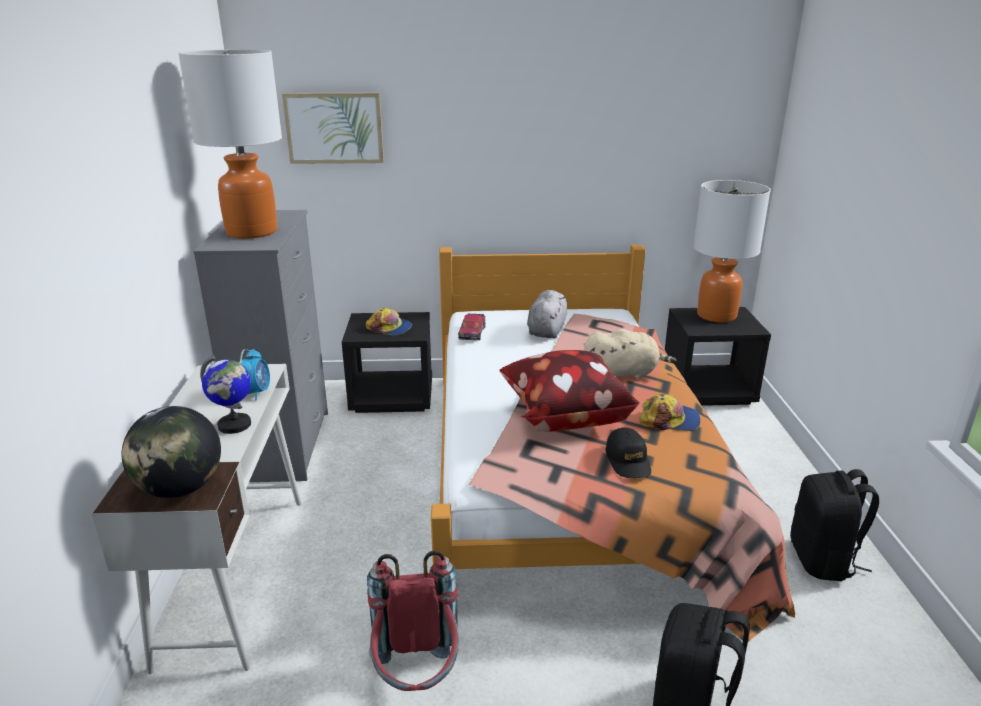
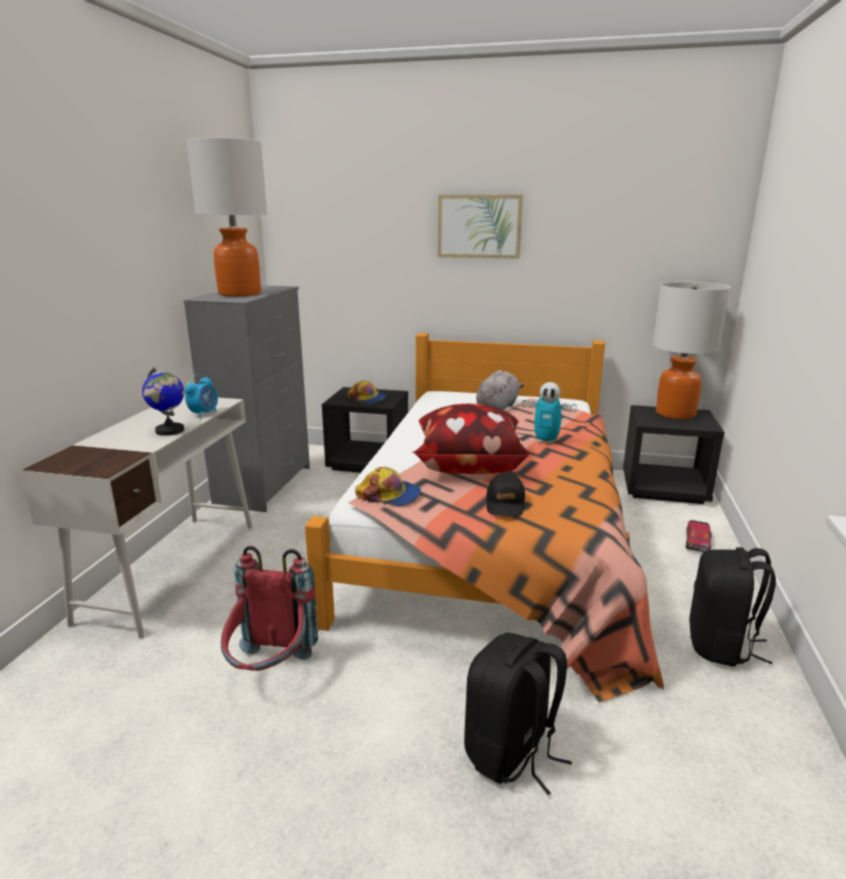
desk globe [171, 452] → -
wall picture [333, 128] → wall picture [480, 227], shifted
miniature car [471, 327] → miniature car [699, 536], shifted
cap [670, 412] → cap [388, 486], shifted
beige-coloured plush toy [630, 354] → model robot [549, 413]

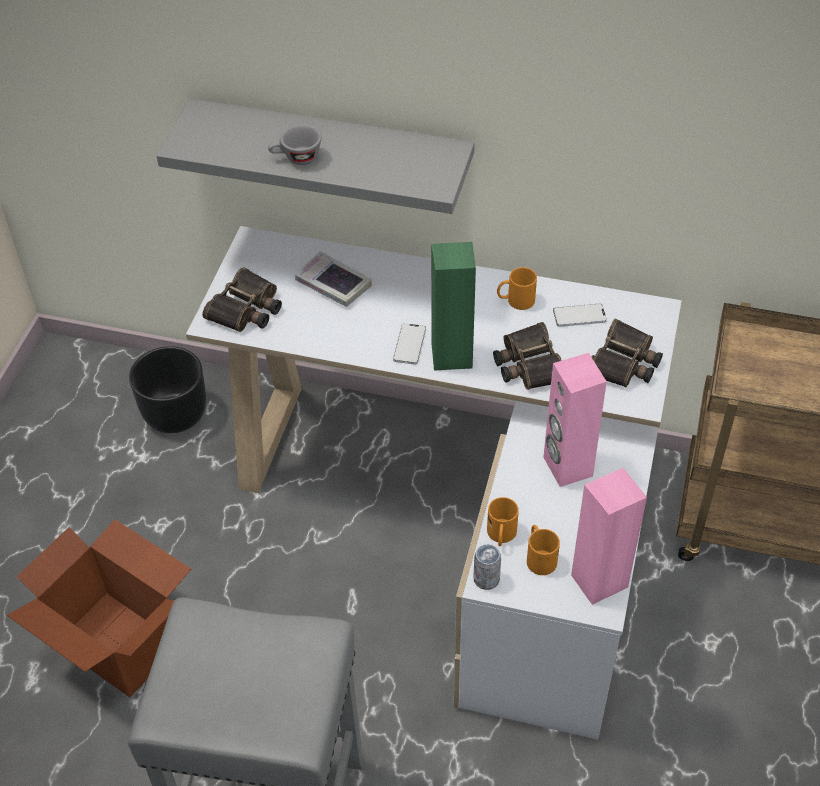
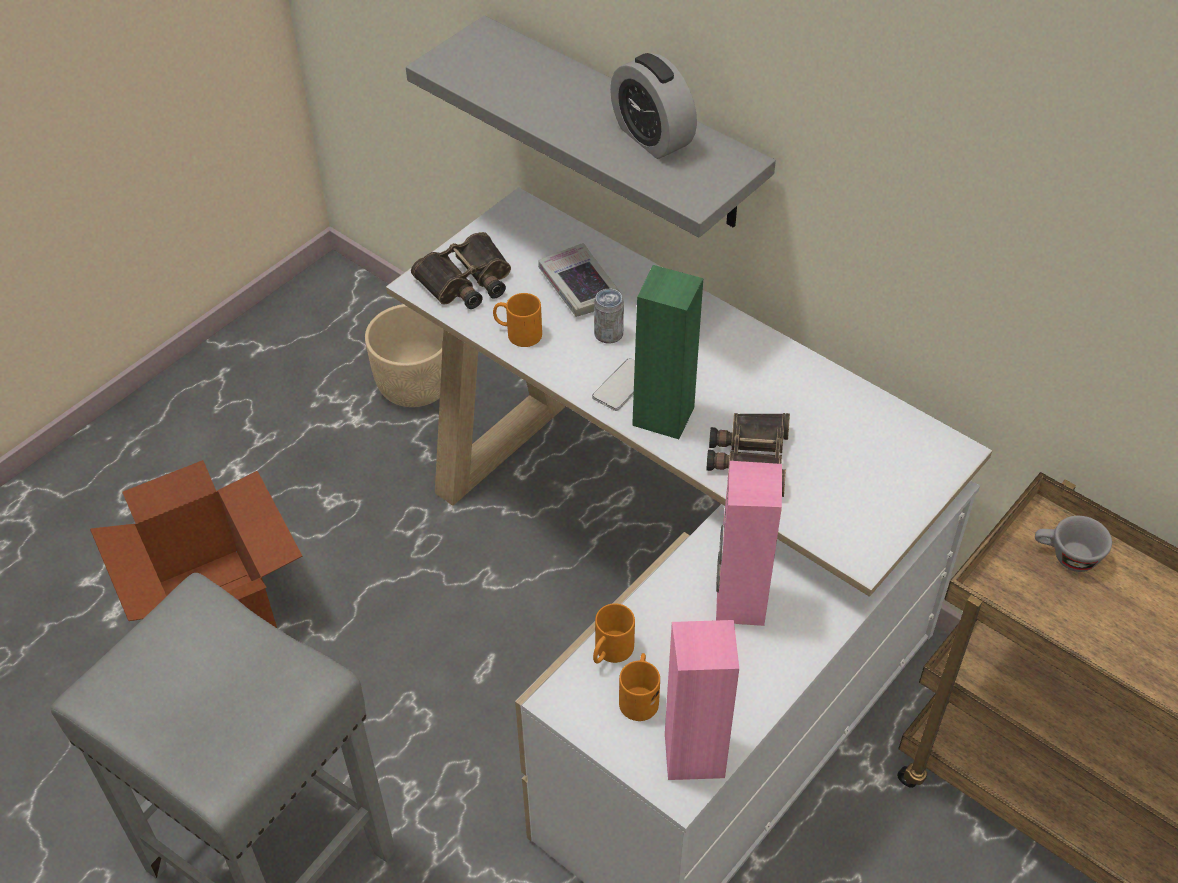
telephone [580, 315] → -
pair of binoculars [627, 353] → -
- → bedside clock [653, 106]
gray cup [294, 144] → gray cup [1073, 544], shifted
sealed can [487, 567] → sealed can [609, 316], shifted
orange mug [517, 288] → orange mug [517, 320], shifted
blackish planter [167, 389] → beige-coloured planter [404, 355]

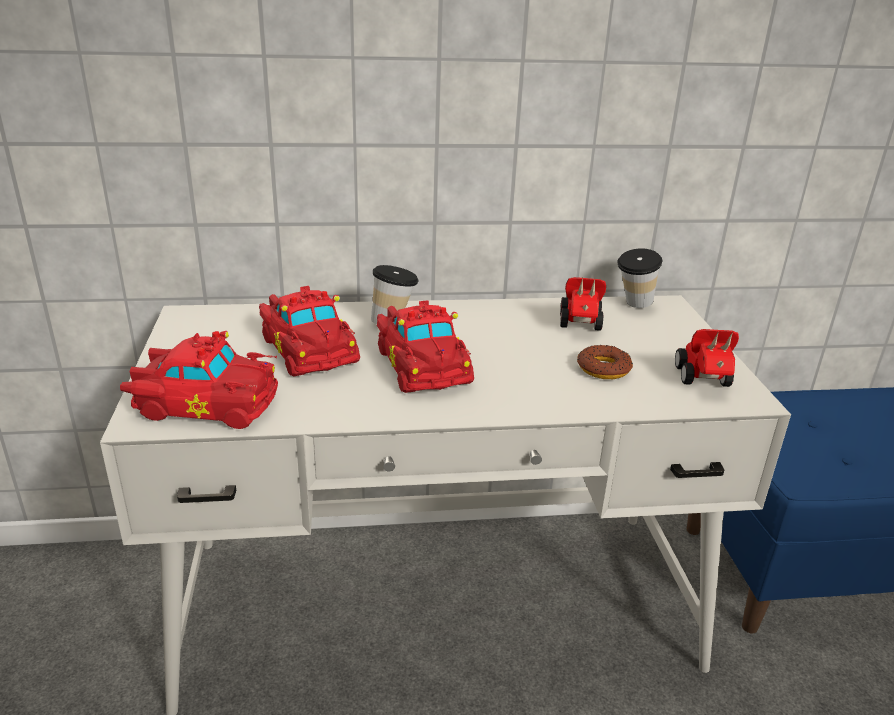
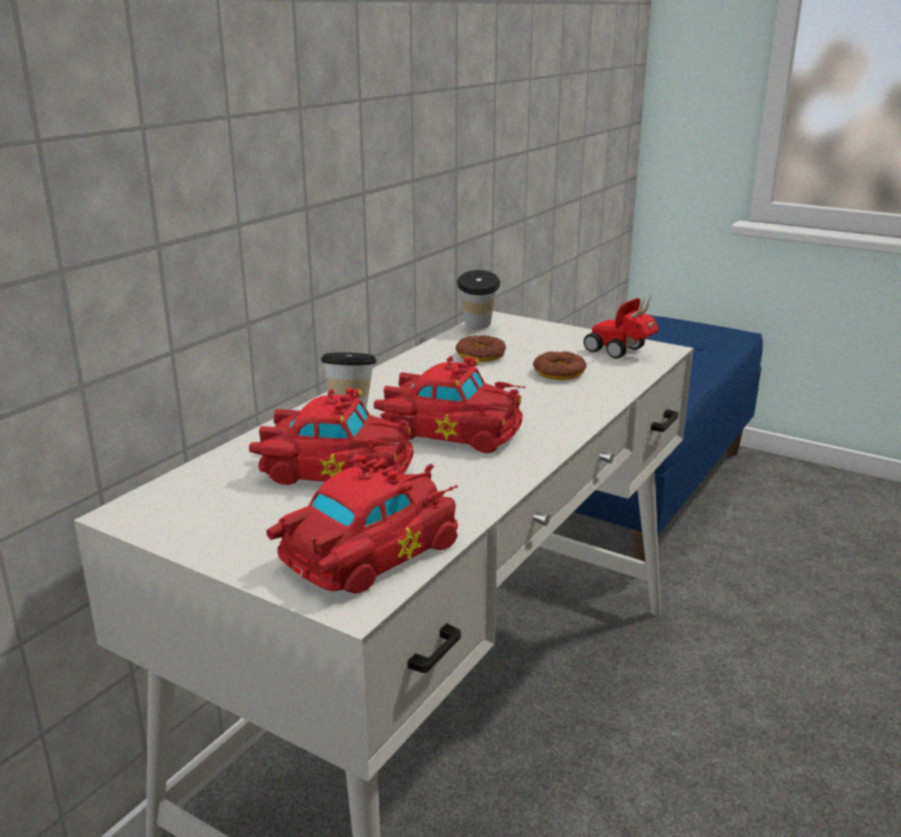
miniature car [583, 304] → doughnut [480, 348]

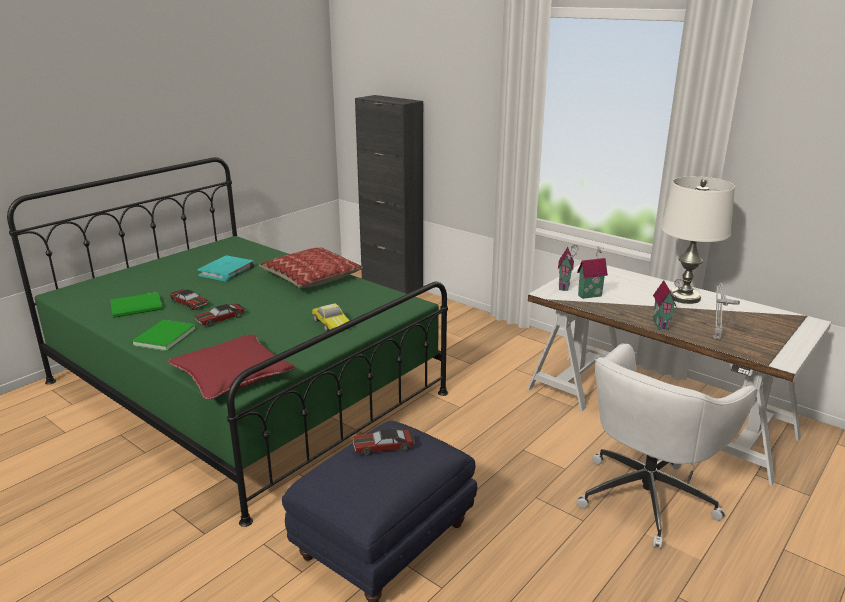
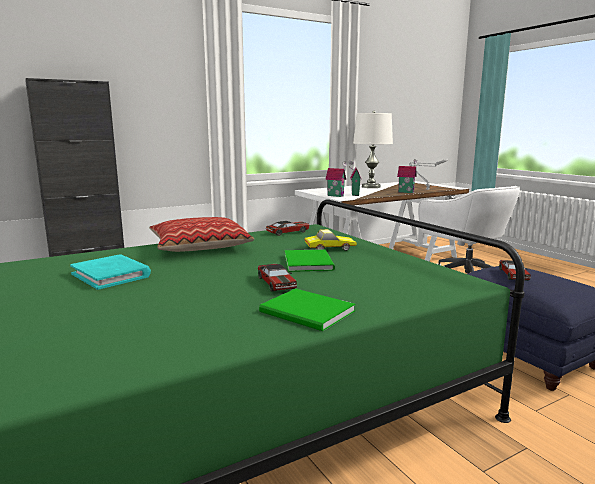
red pillow [232, 367] → -
greenish book [136, 305] → greenish book [310, 260], shifted
miniature car [189, 299] → miniature car [288, 228], shifted

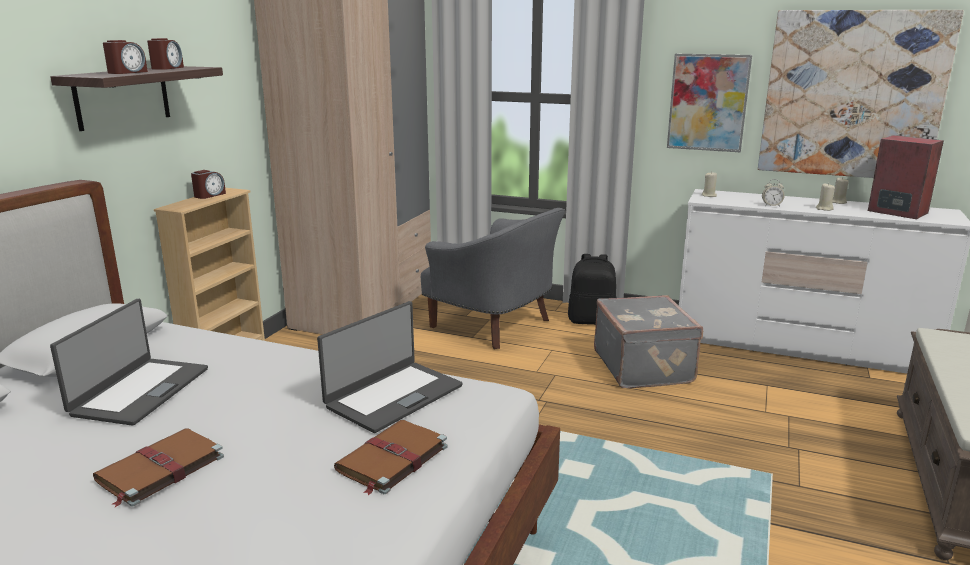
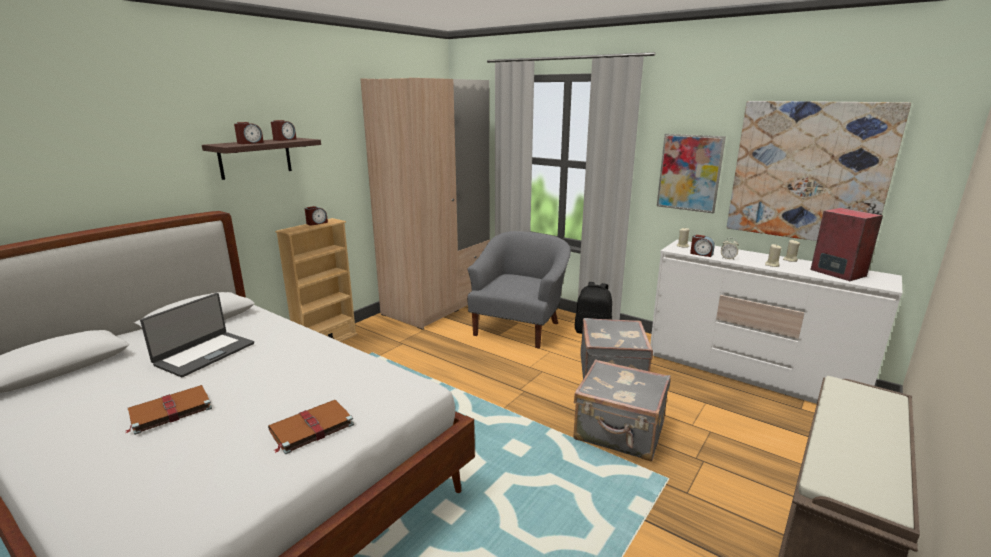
portable computer [390, 367] → -
- → gray travel case [622, 410]
- → bedside clock [702, 246]
gray lounge chair [493, 278] → gray lounge chair [519, 290], 120 degrees counterclockwise

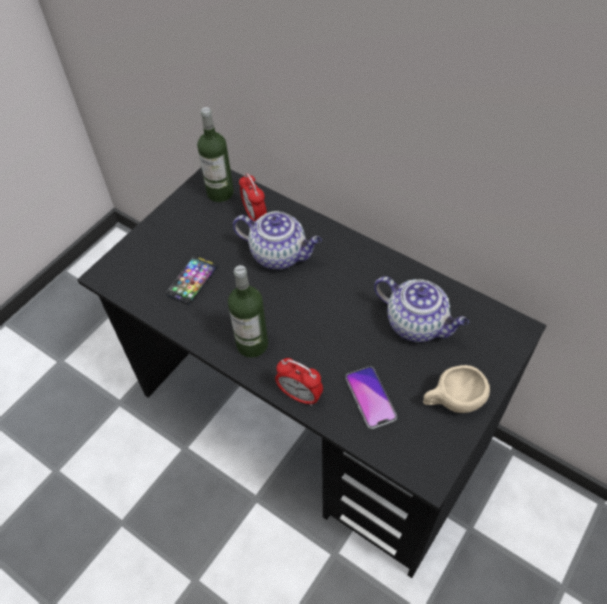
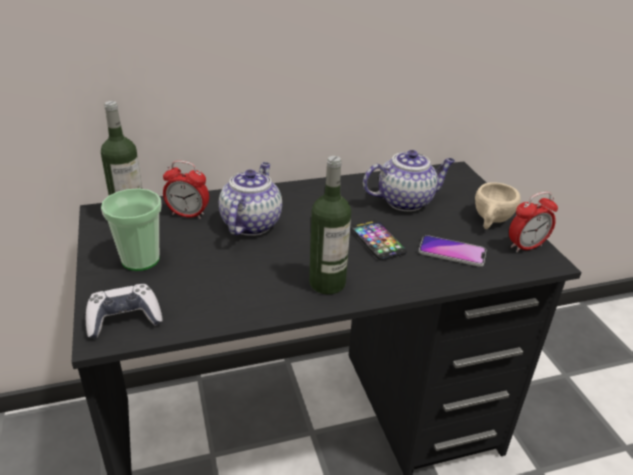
- → joypad [124, 311]
- → cup [131, 229]
telephone [192, 280] → telephone [379, 240], shifted
bedside clock [299, 382] → bedside clock [533, 222], shifted
teapot [277, 240] → teapot [250, 199], 45 degrees counterclockwise

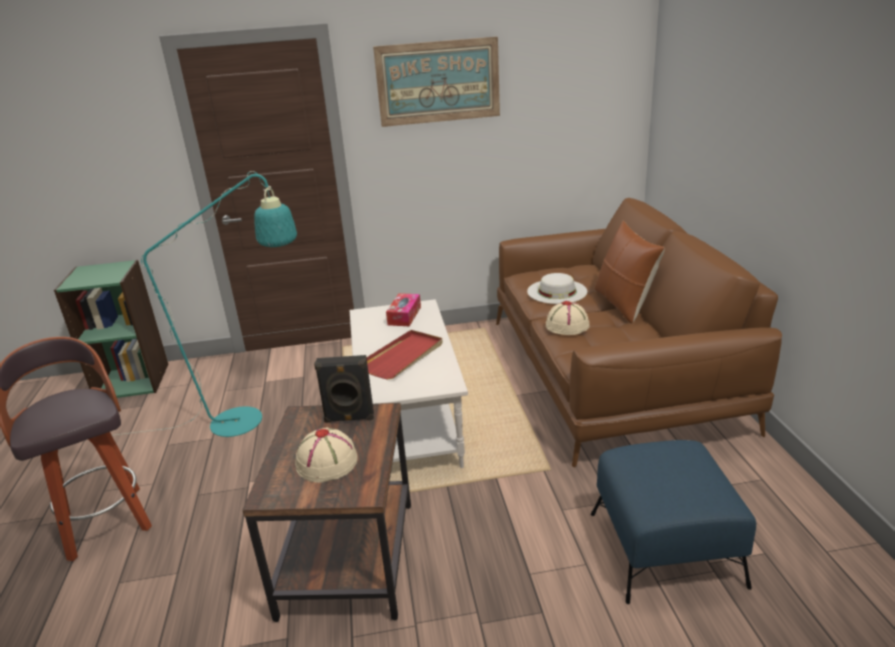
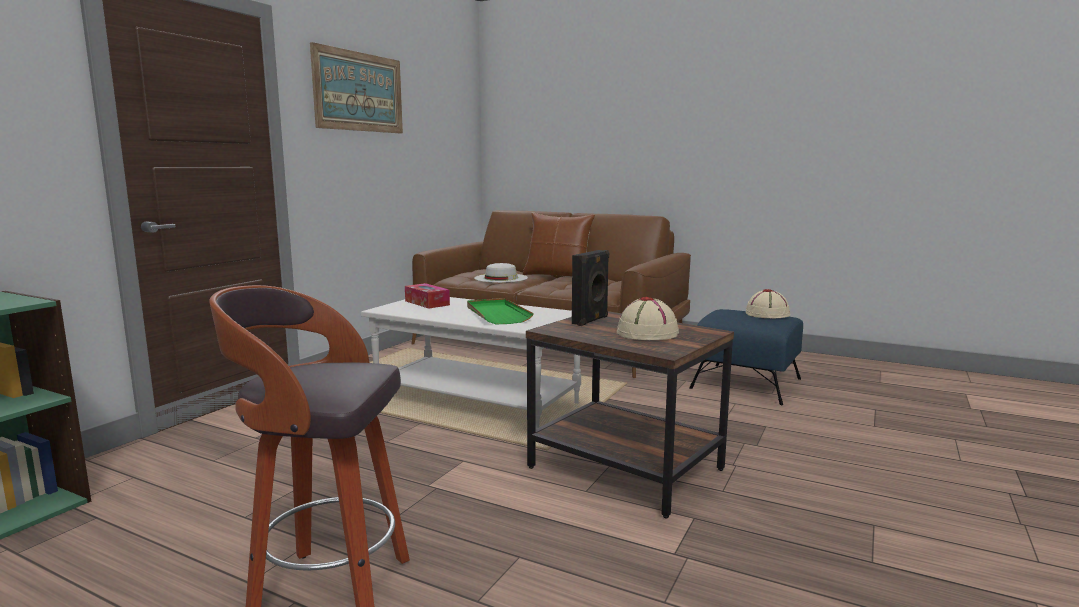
turquoise floor lamp [204, 304] → -
beige-coloured hat [568, 318] → beige-coloured hat [768, 303], shifted
red tray [404, 355] → greenish tray [500, 311]

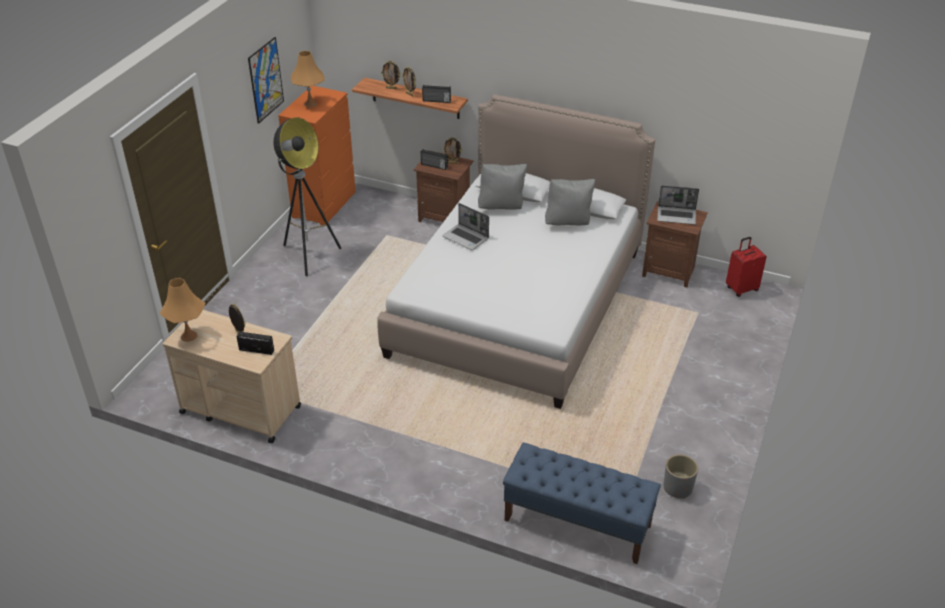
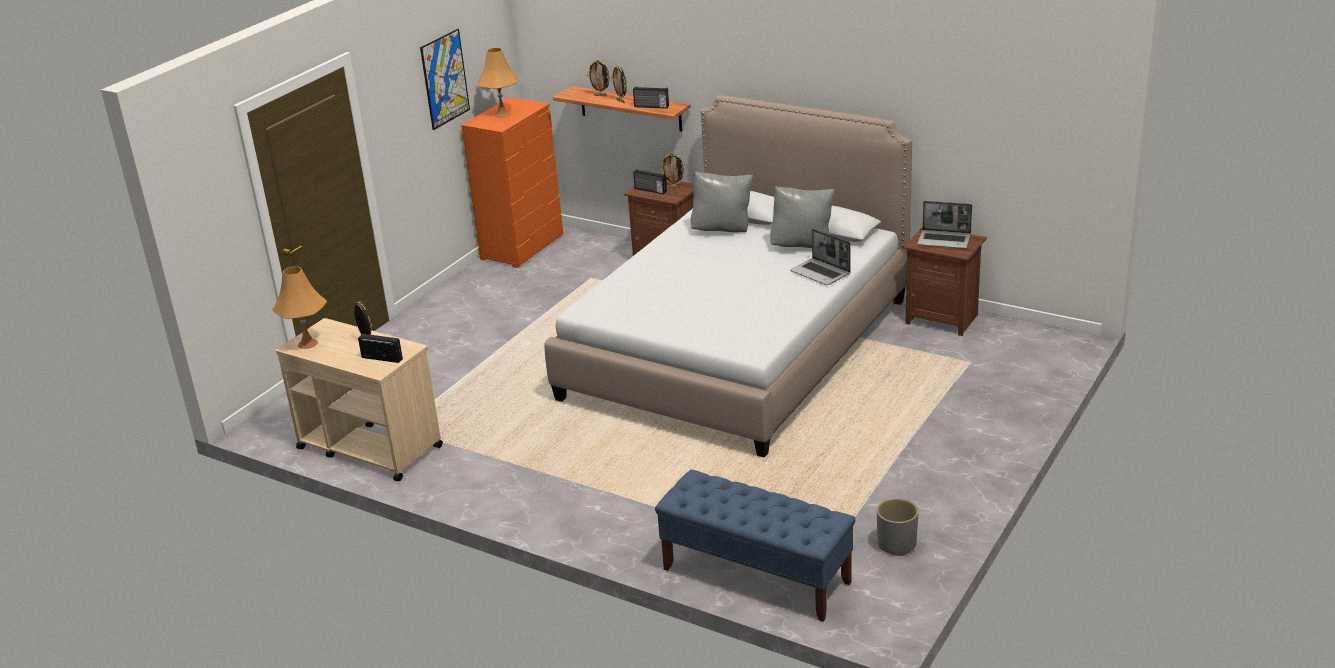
floor lamp [307, 196] → -
red travel case [746, 267] → -
portable computer [465, 226] → portable computer [820, 257], shifted

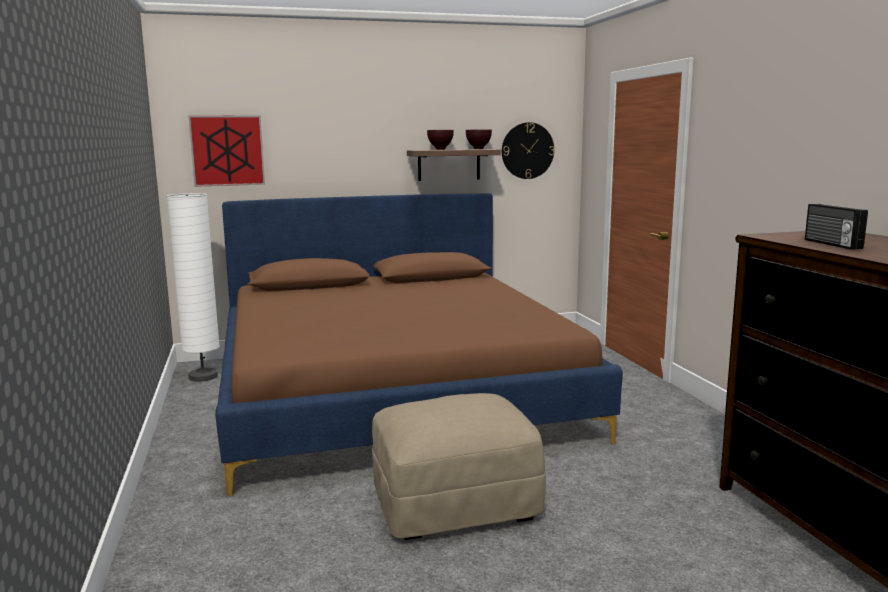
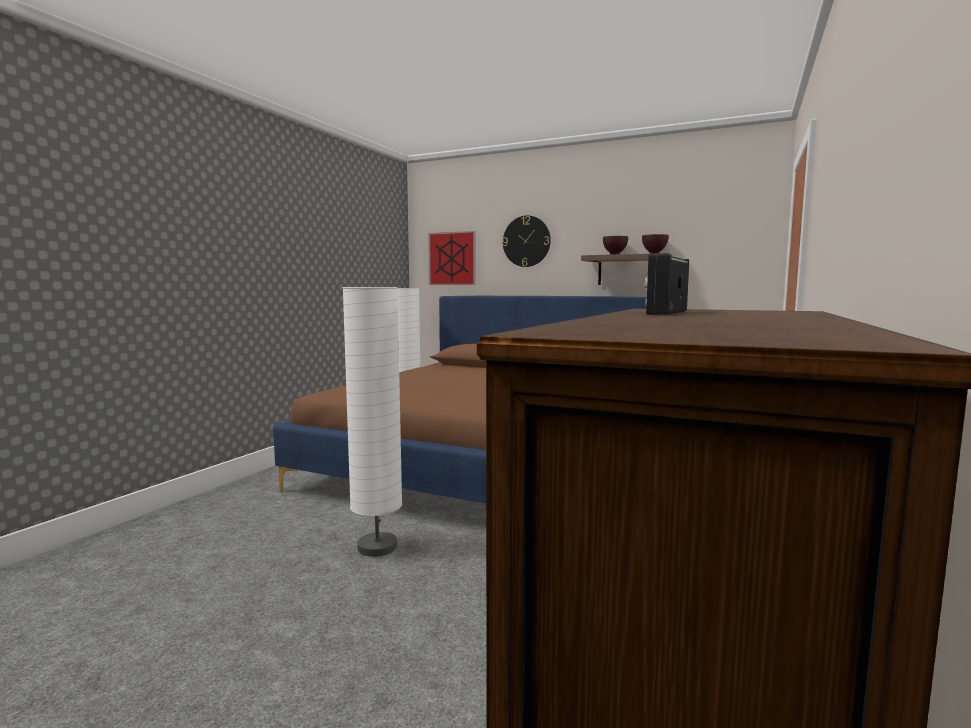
wall clock [528, 150] → wall clock [526, 241], shifted
beige-coloured pouffe [459, 466] → whitish floor lamp [372, 422]

